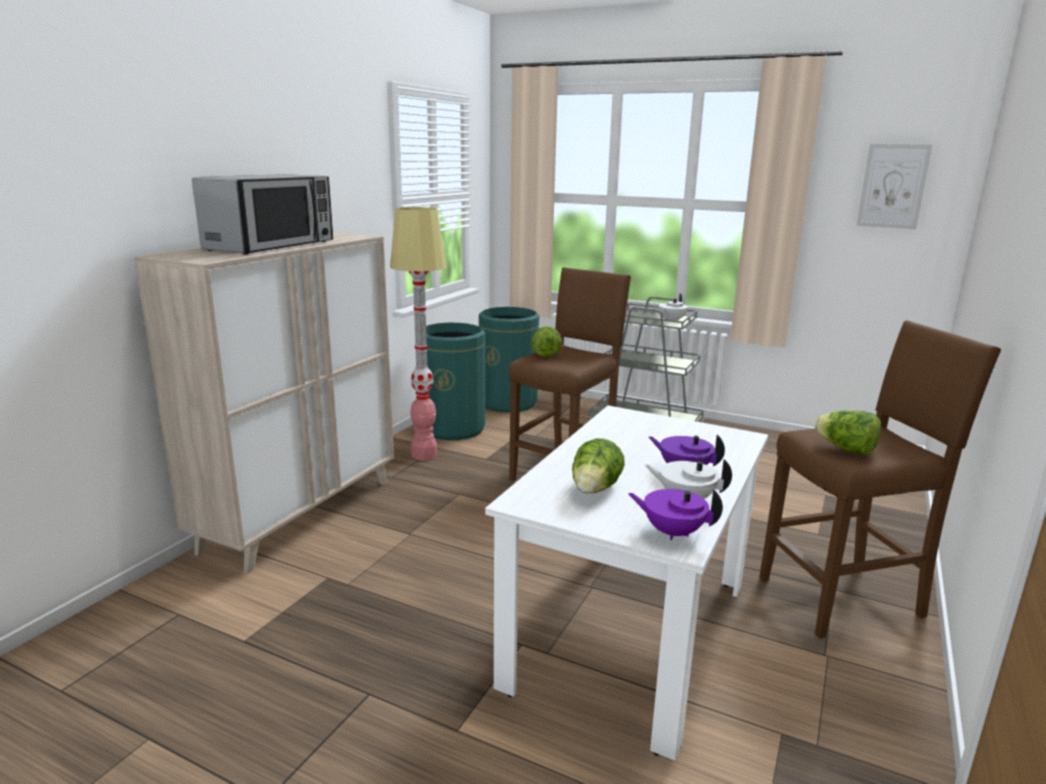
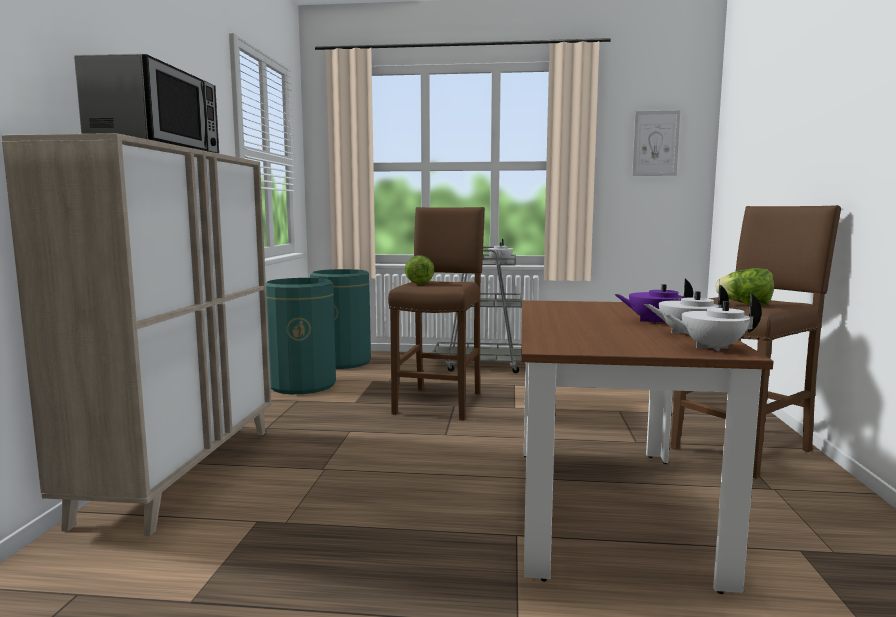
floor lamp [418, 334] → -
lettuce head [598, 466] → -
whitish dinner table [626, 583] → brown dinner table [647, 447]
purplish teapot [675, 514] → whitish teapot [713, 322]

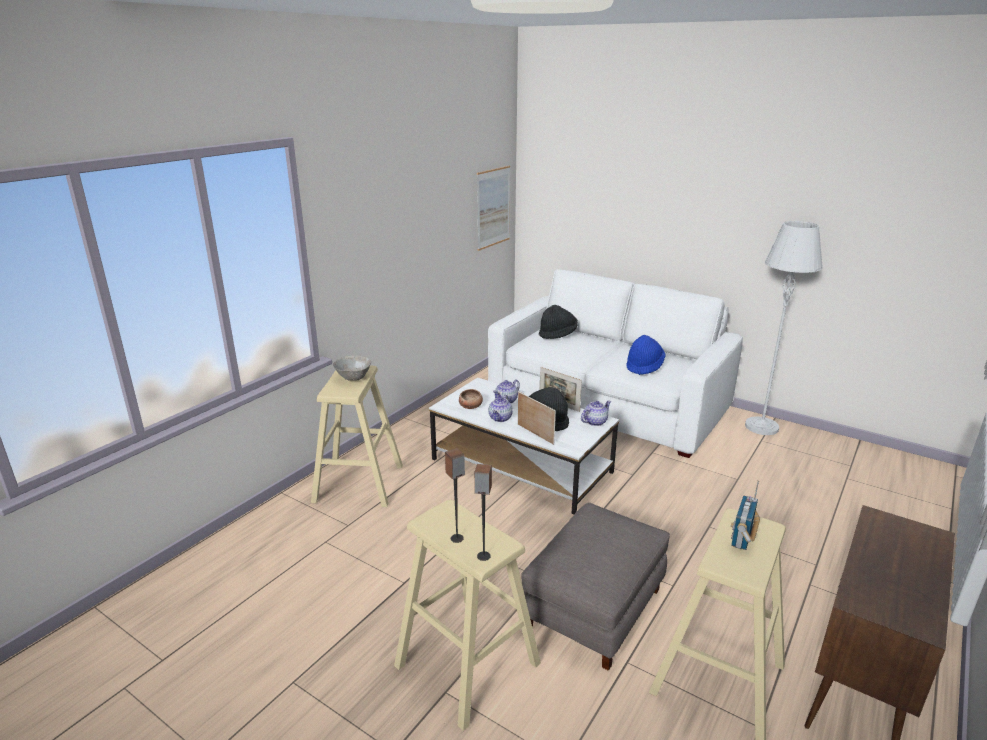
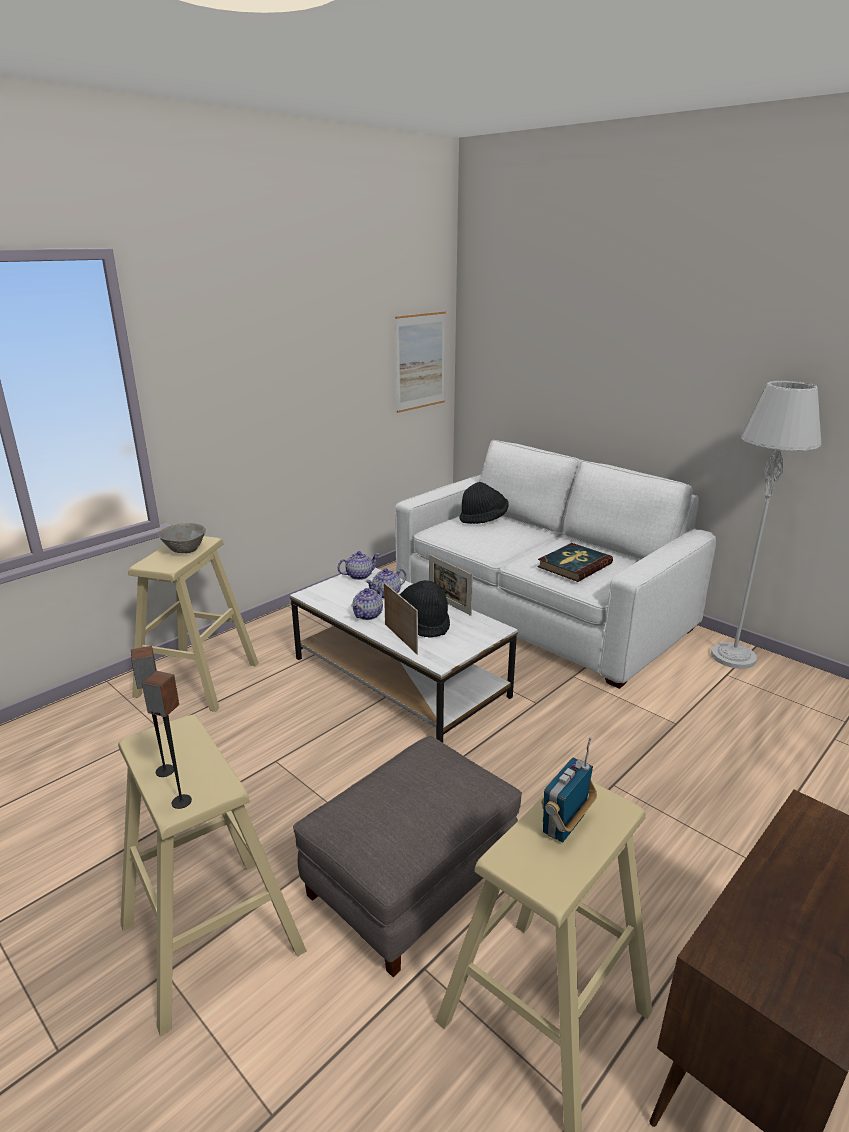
serving bowl [471, 399] → -
teapot [596, 413] → teapot [359, 565], shifted
blue-coloured hat [645, 355] → book [575, 562]

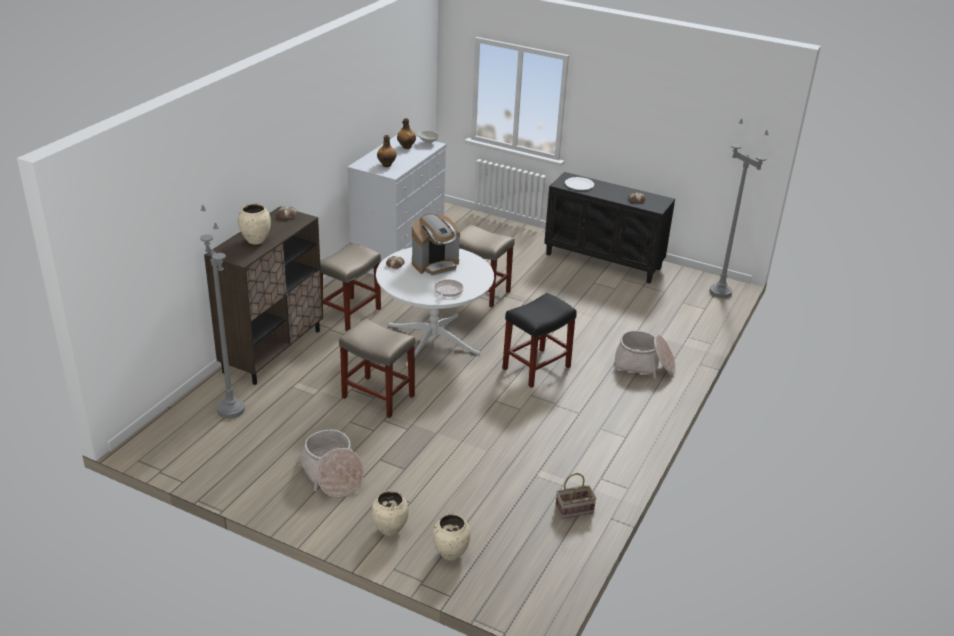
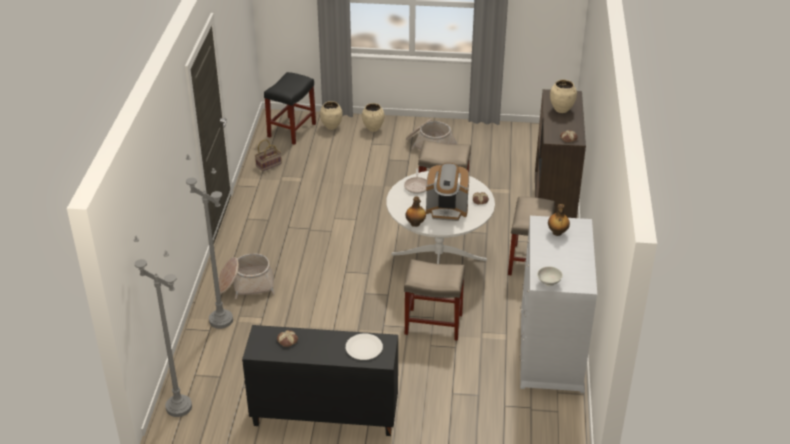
gray floor lamp [222, 312] → gray floor lamp [209, 241], shifted
bottle [406, 133] → bottle [415, 211], shifted
blackish stool [539, 340] → blackish stool [290, 108], shifted
coffee machine [436, 245] → coffee machine [447, 192], 120 degrees counterclockwise

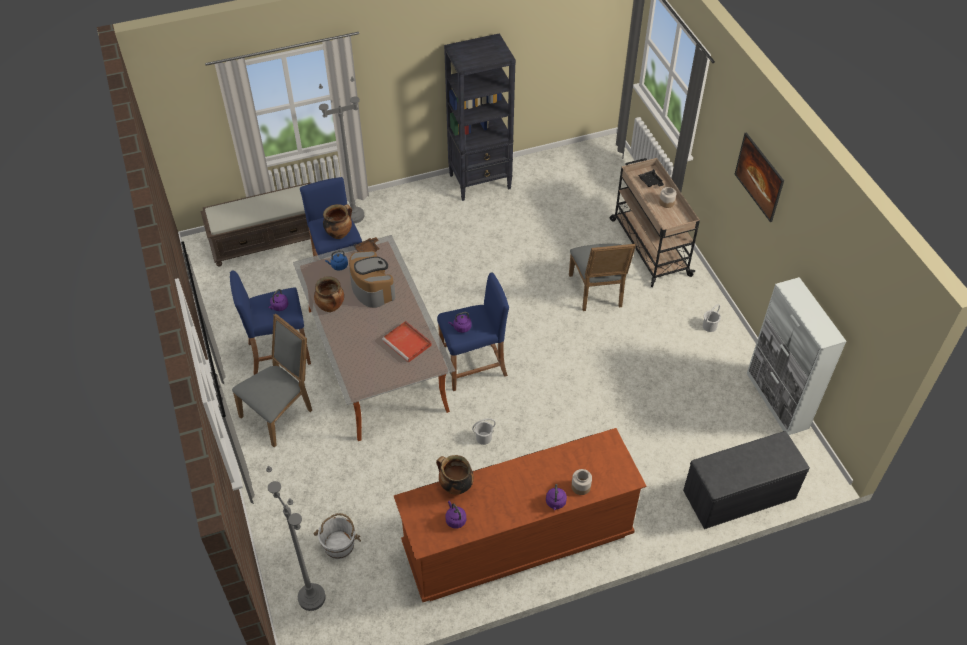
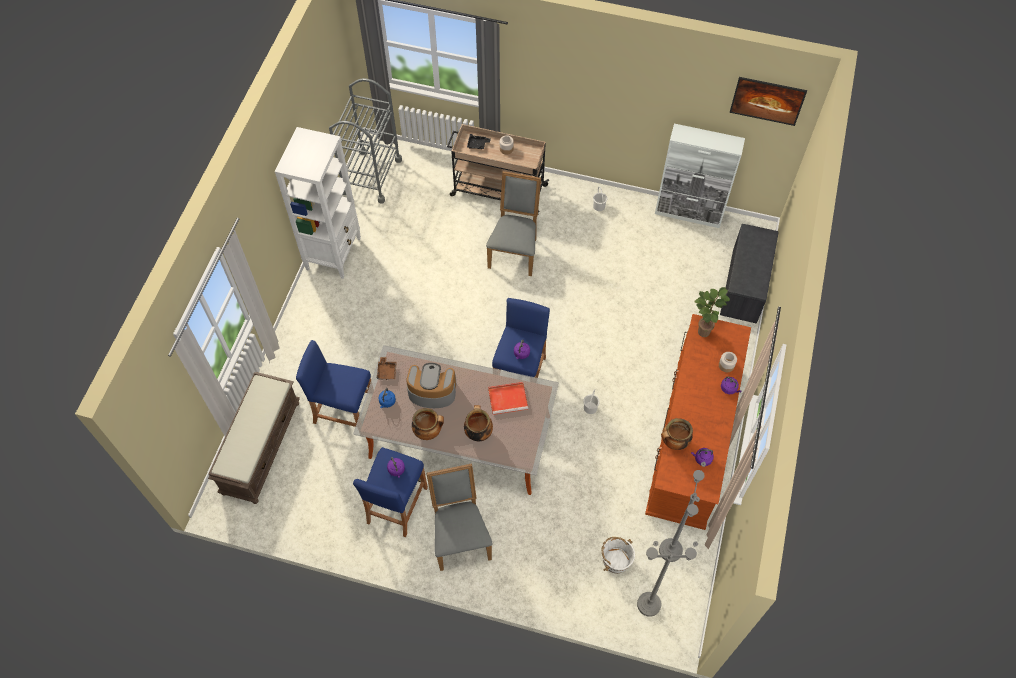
- → gray cart [365, 141]
- → potted plant [712, 312]
gray floor lamp [341, 150] → gray floor lamp [682, 512], shifted
stockpot [337, 221] → stockpot [478, 423], shifted
wall picture [759, 177] → wall picture [768, 101], shifted
blackish bookshelf [480, 117] → whitish bookshelf [318, 203]
gray plain chair [602, 277] → gray plain chair [513, 223], 105 degrees counterclockwise

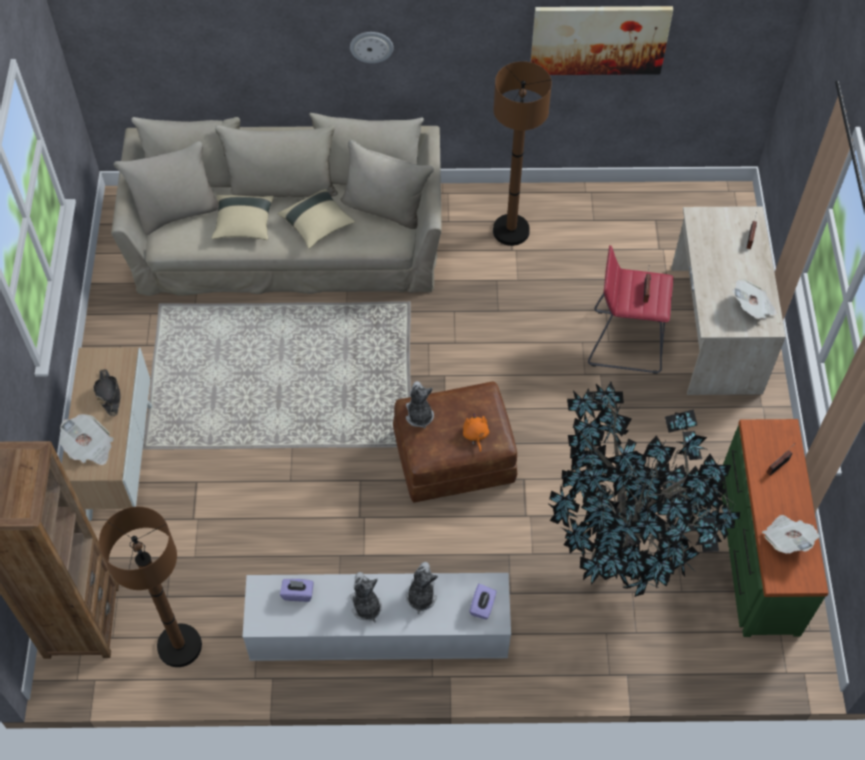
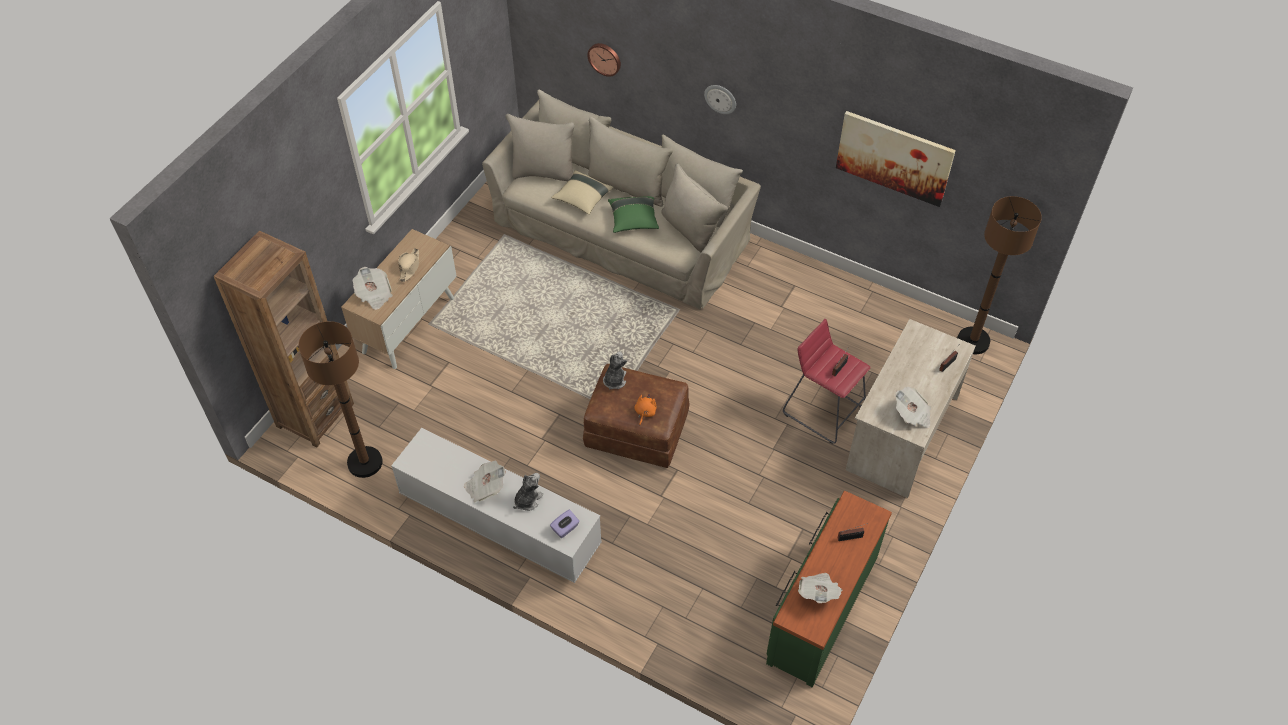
purplish box of tissues [297, 590] → -
potted plant [644, 489] → -
- → wall clock [604, 60]
brown floor lamp [522, 153] → brown floor lamp [999, 275], shifted
plush toy [366, 597] → newspaper [485, 482]
blackish hat [107, 392] → beige-coloured hat [408, 265]
beige-coloured pillow [316, 219] → greenish pillow [633, 214]

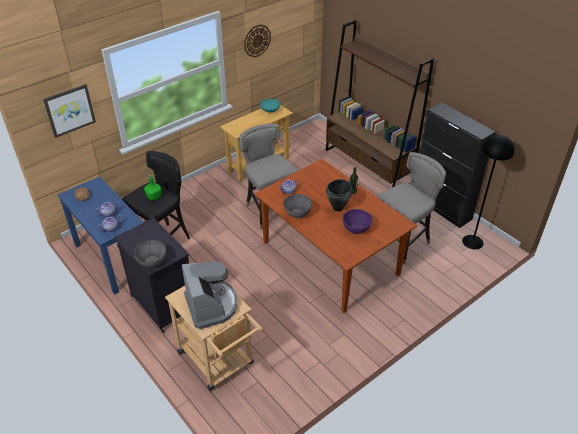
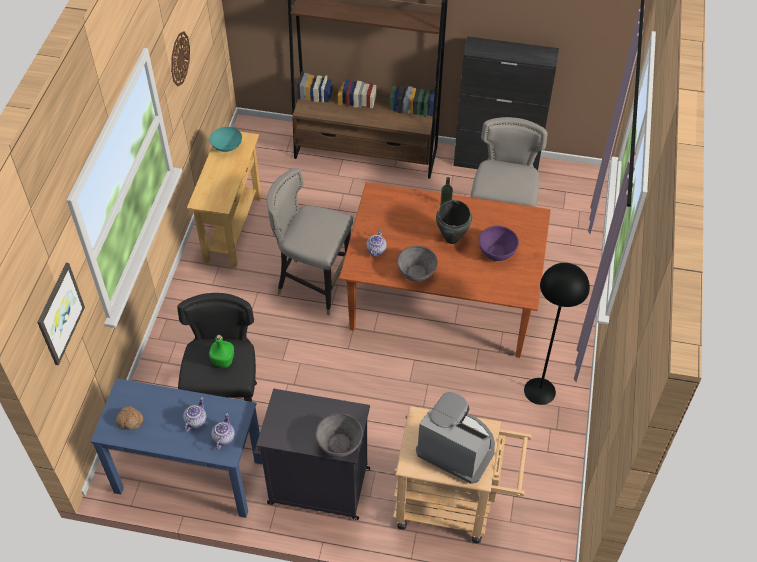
blackish floor lamp [488, 192] → blackish floor lamp [557, 334], shifted

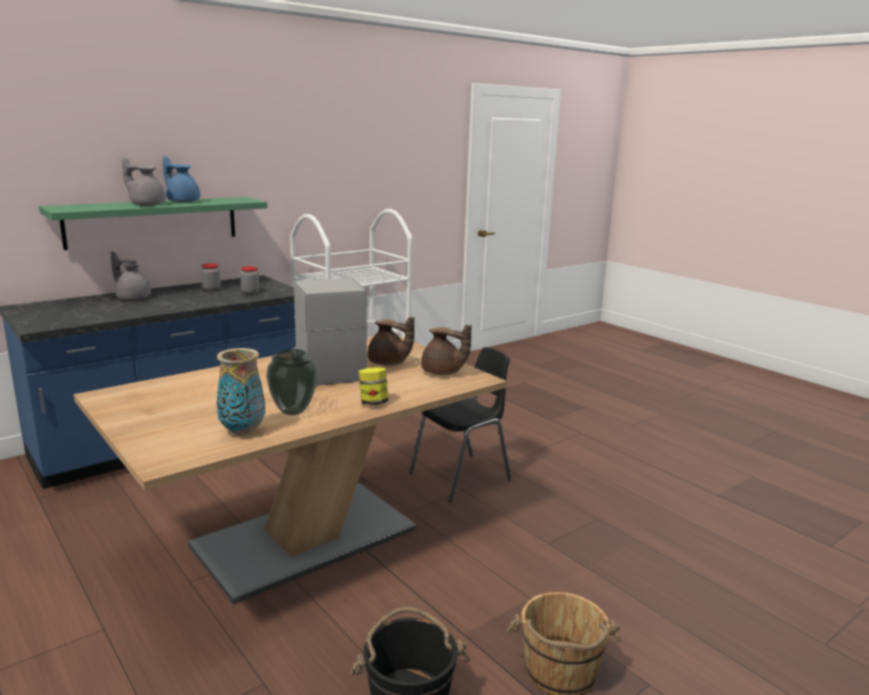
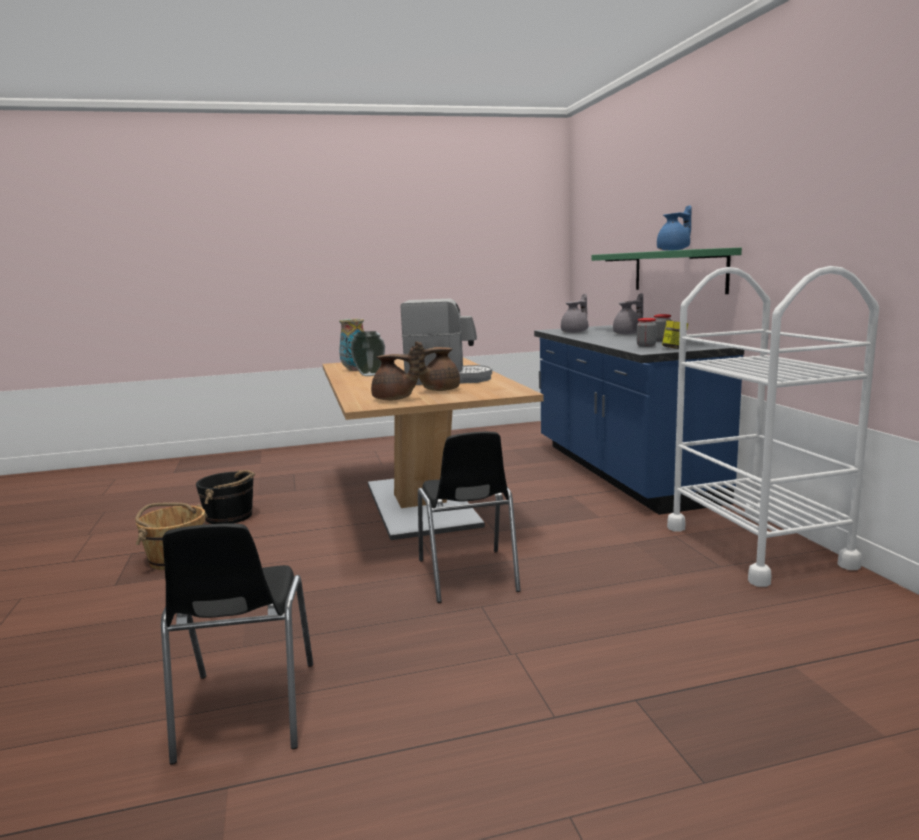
- → blackish plain chair [237, 644]
gray teapot [144, 181] → gray teapot [574, 313], shifted
jar [373, 386] → jar [675, 334], shifted
brown teapot [446, 349] → brown teapot [395, 372], 120 degrees counterclockwise

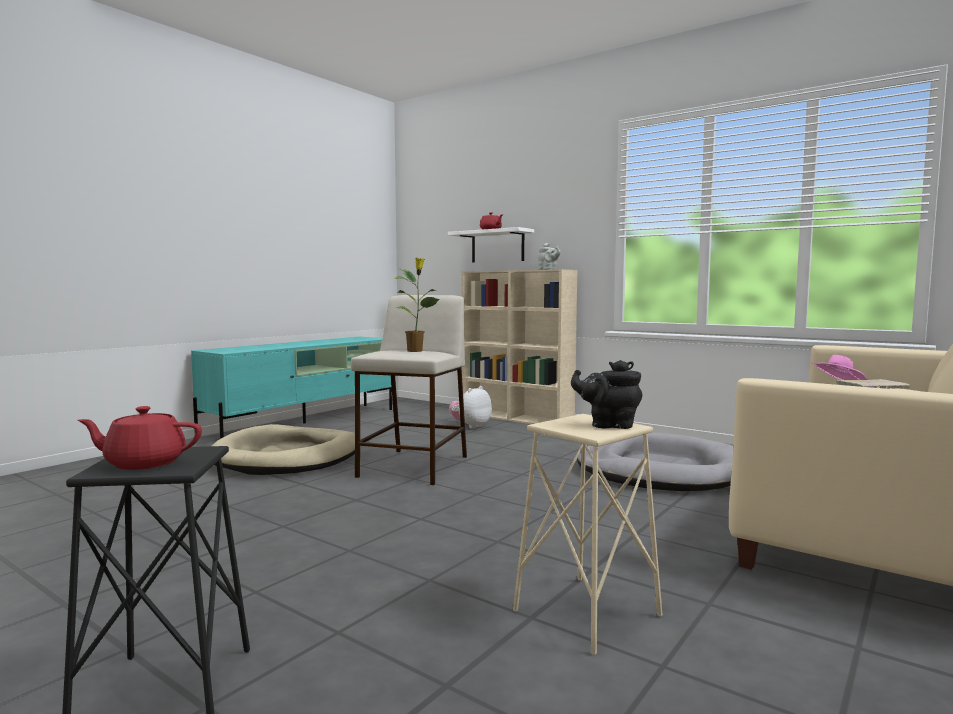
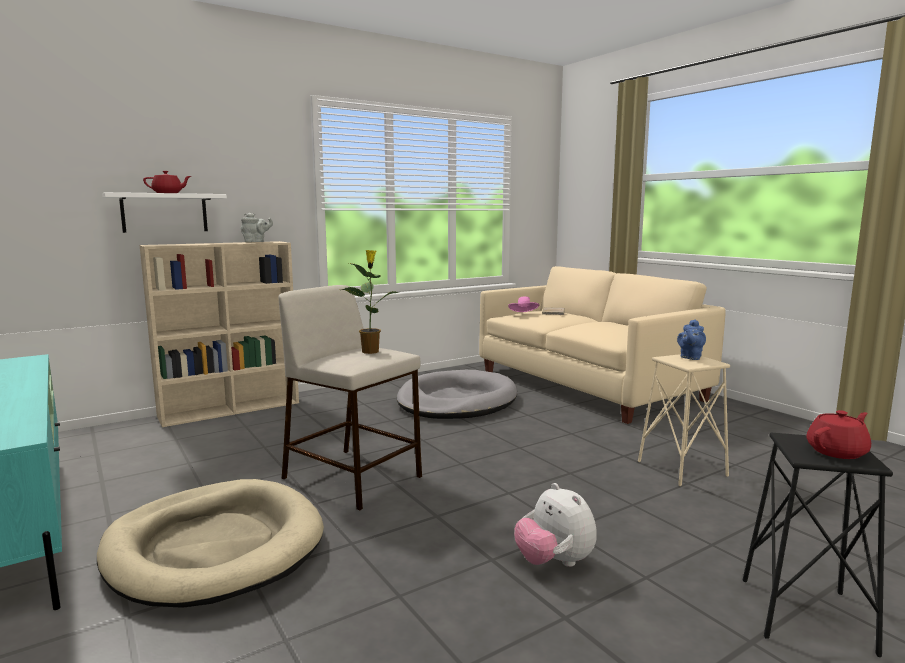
plush toy [470, 407] → plush toy [555, 525], shifted
blackish teapot [606, 394] → blue-coloured teapot [691, 339]
red teapot [139, 438] → red teapot [838, 434], 135 degrees counterclockwise

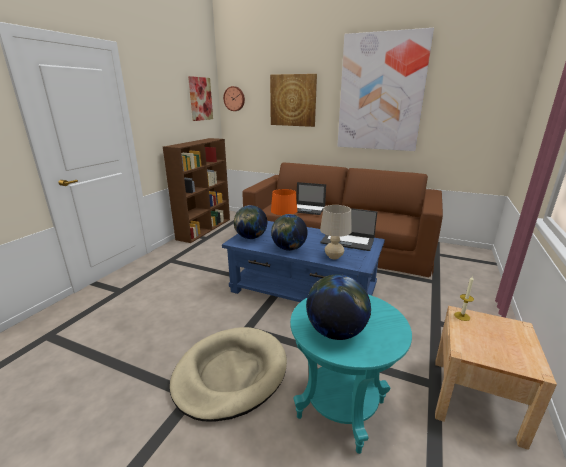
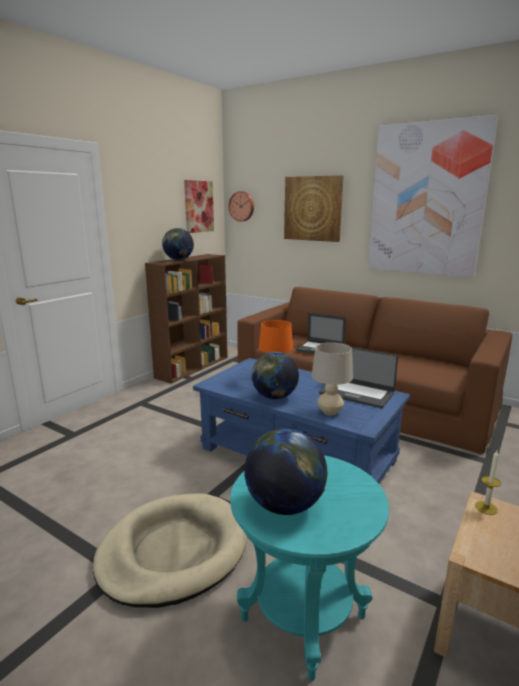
desk globe [250, 222] → desk globe [178, 244], shifted

